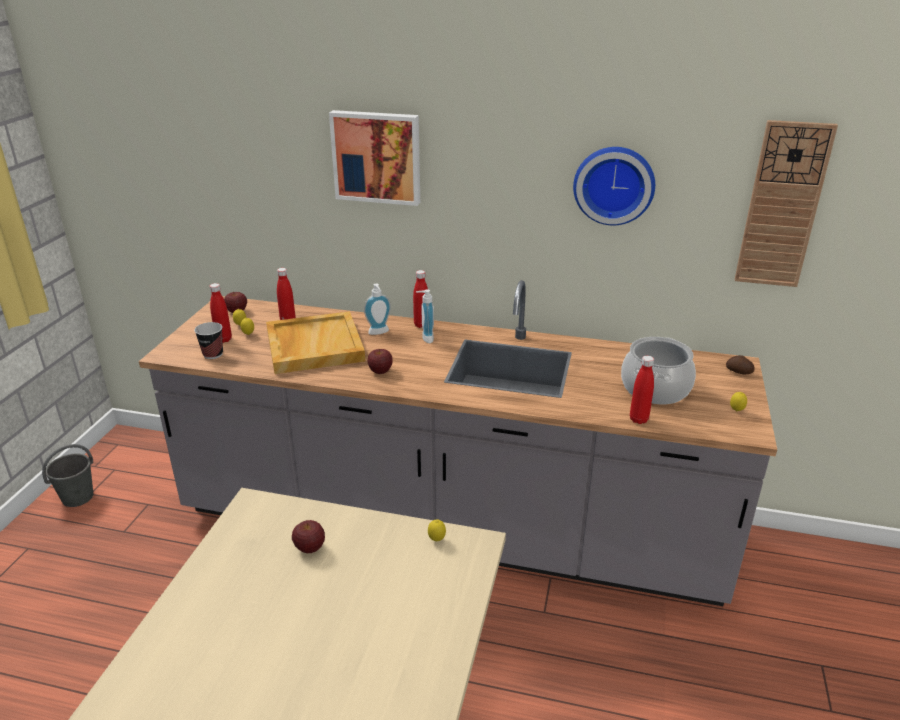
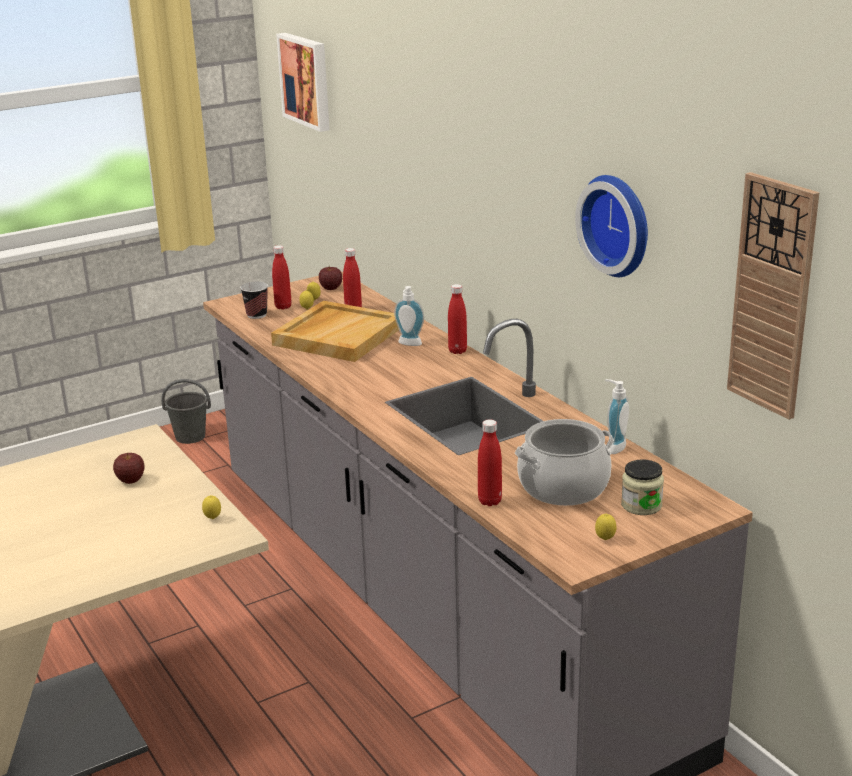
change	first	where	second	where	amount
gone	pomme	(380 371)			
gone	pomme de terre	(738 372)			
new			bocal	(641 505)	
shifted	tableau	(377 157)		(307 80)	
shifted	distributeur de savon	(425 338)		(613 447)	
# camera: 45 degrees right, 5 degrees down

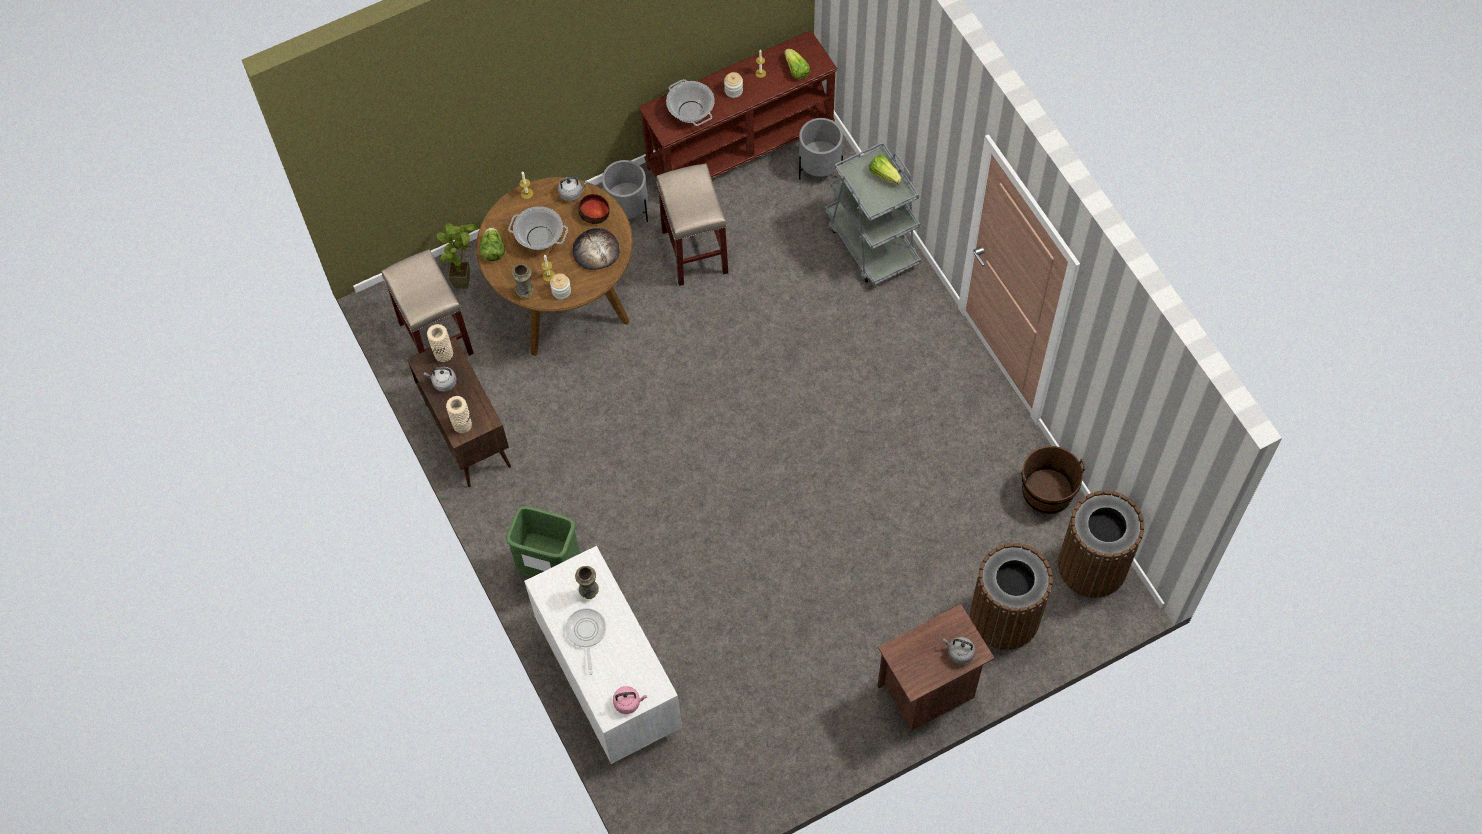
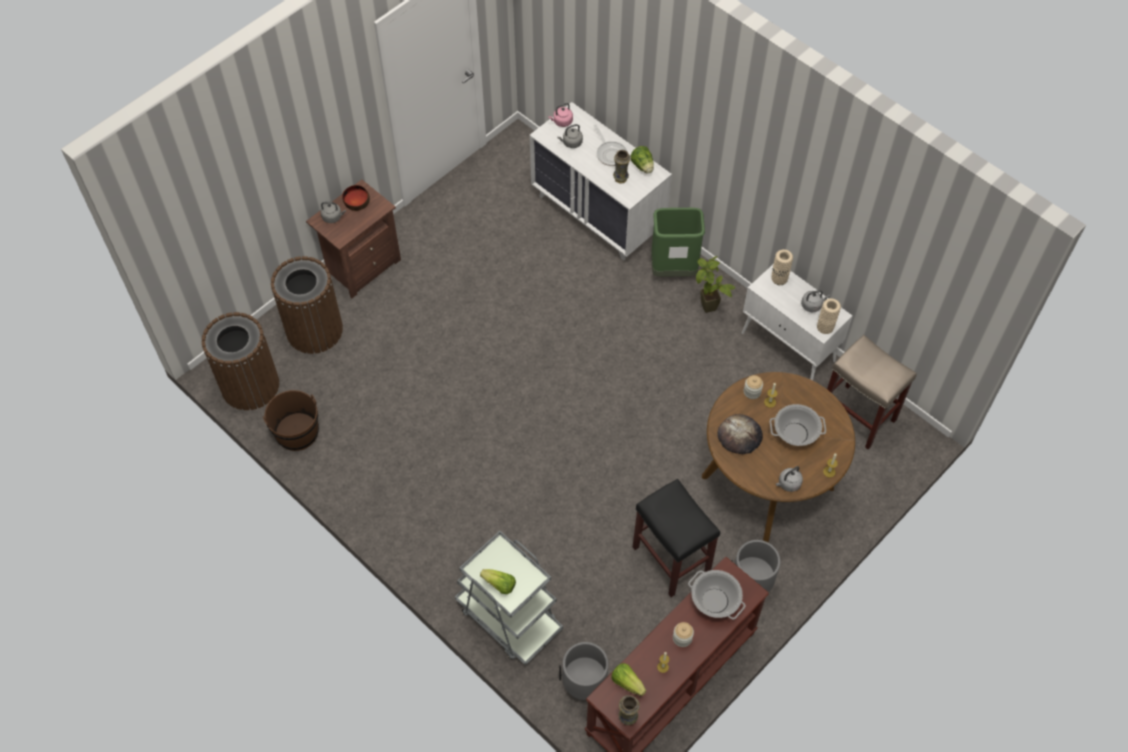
change	first	where	second	where	amount
new			bouilloire/gris	(571 143)	
shifted	plante en pot	(465 277)		(708 312)	
shifted	laitue	(493 250)		(643 166)	
shifted	vase	(525 292)		(627 718)	
shifted	bol	(595 213)		(356 201)	
repainted	meuble de rangement/marron	(467 434)	meuble de rangement/blanc	(788 348)	
repainted	tabouret/beige	(695 252)	tabouret/noir	(670 559)	
# camera: 160 degrees right, 5 degrees down

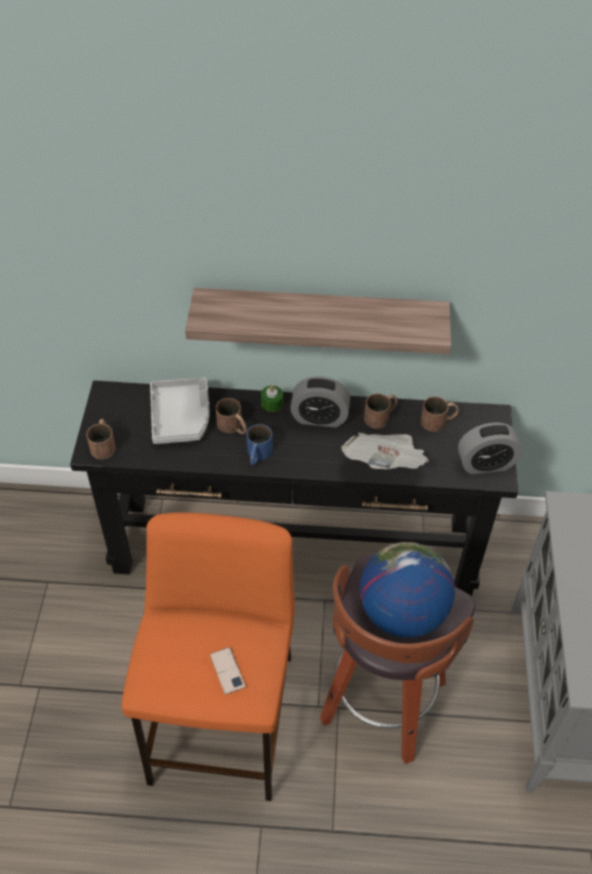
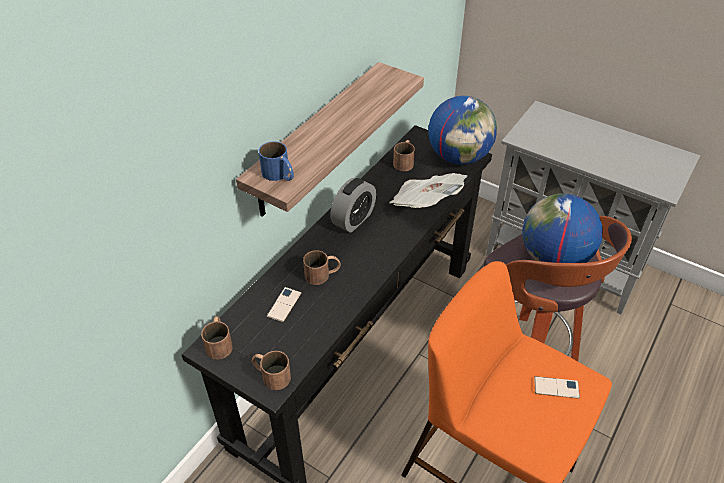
change	first	where	second	where	amount
gone	bougie/vert	(272 403)			
shifted	mug/bleu	(257 455)		(280 175)	
shifted	mug/marron	(381 416)		(219 342)	
swapped	plateau/gris	(181 417)	téléphone	(284 304)	
swapped	réveil	(486 464)	globe	(459 157)	
# camera: 60 degrees left, 5 degrees down

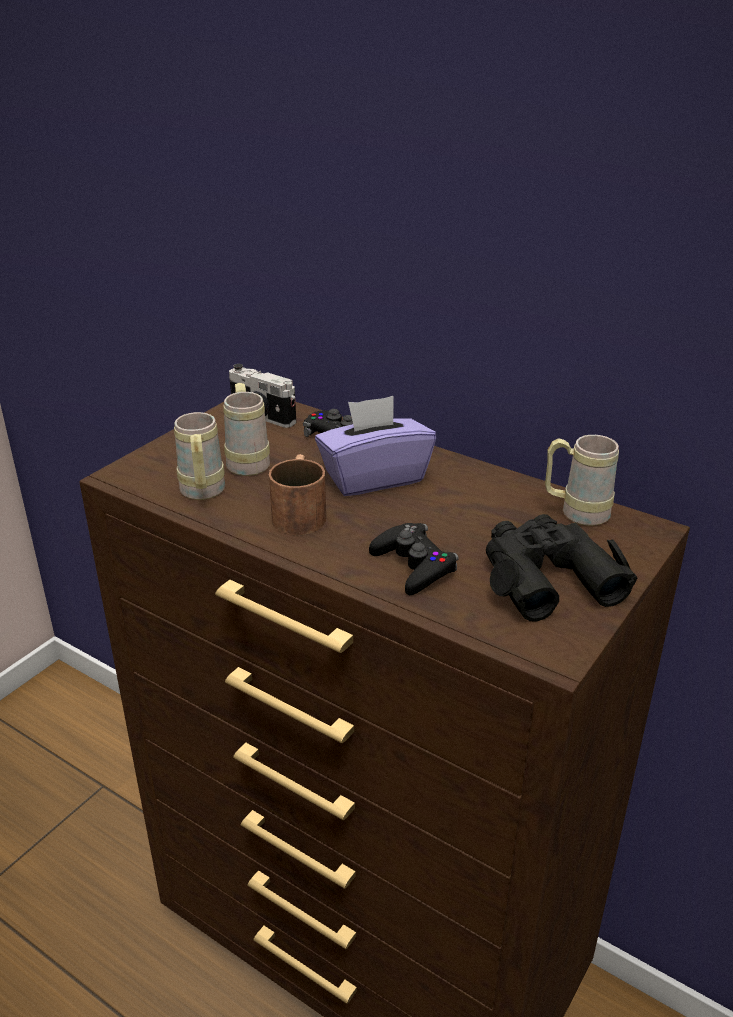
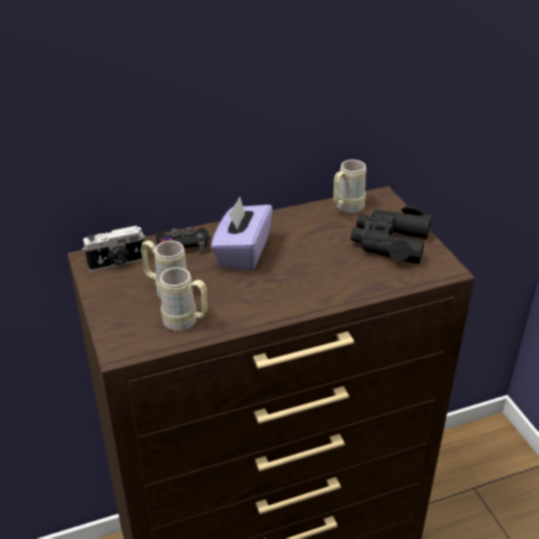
change	first	where	second	where	amount
gone	mug/marron	(300 511)			
gone	manette/noir	(414 565)			
# camera: 55 degrees left, 5 degrees up

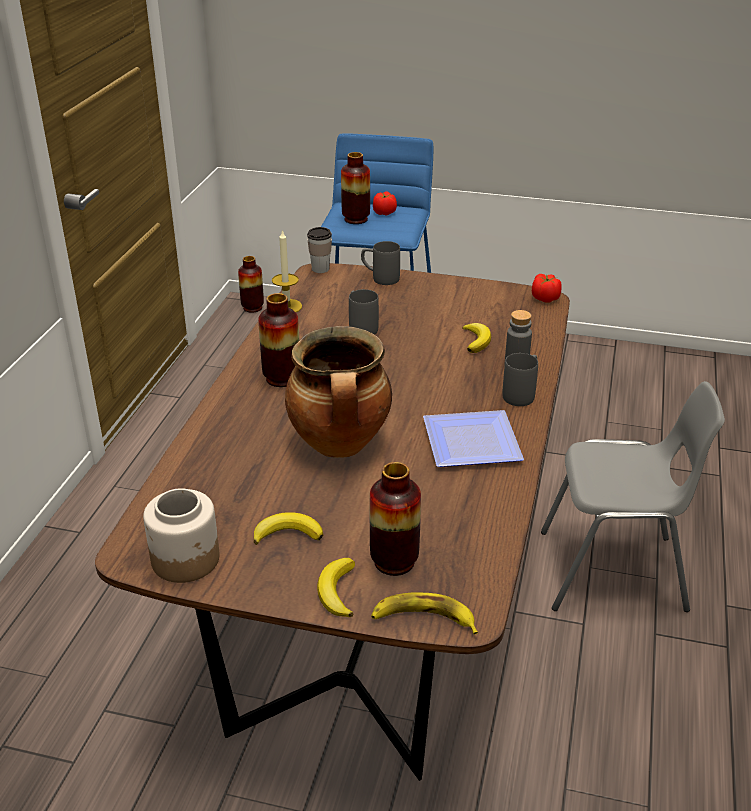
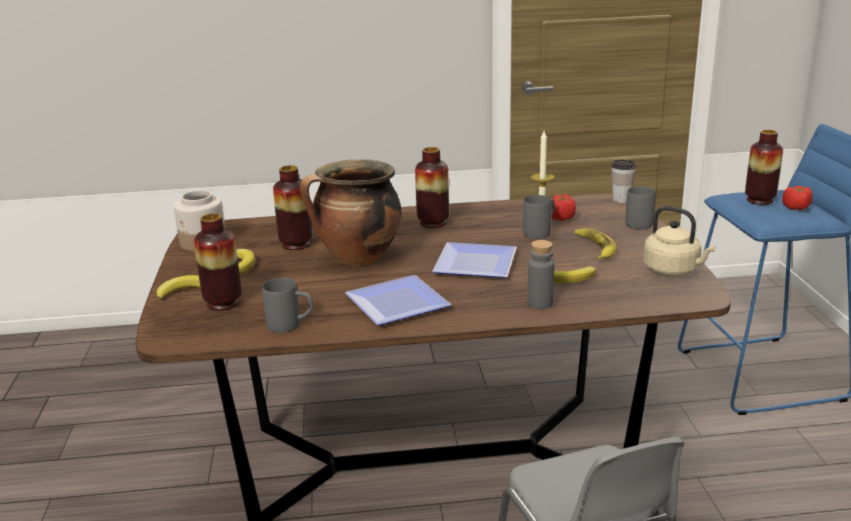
change	first	where	second	where	amount
new			assiette	(472 265)	
new			bouilloire/beige	(673 270)	
shifted	vase	(252 308)		(296 244)	
shifted	banane	(423 619)		(595 247)	
shifted	mug/gris	(522 394)		(291 325)	
shifted	tomate	(545 298)		(561 218)	
# camera: 70 degrees right, 10 degrees down

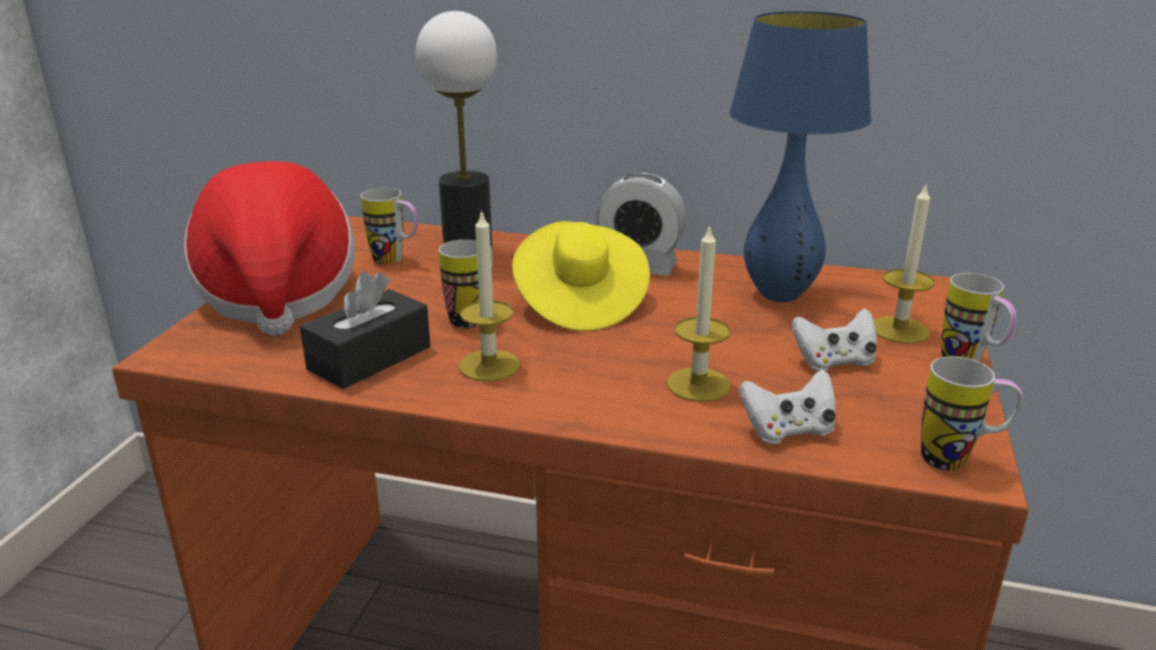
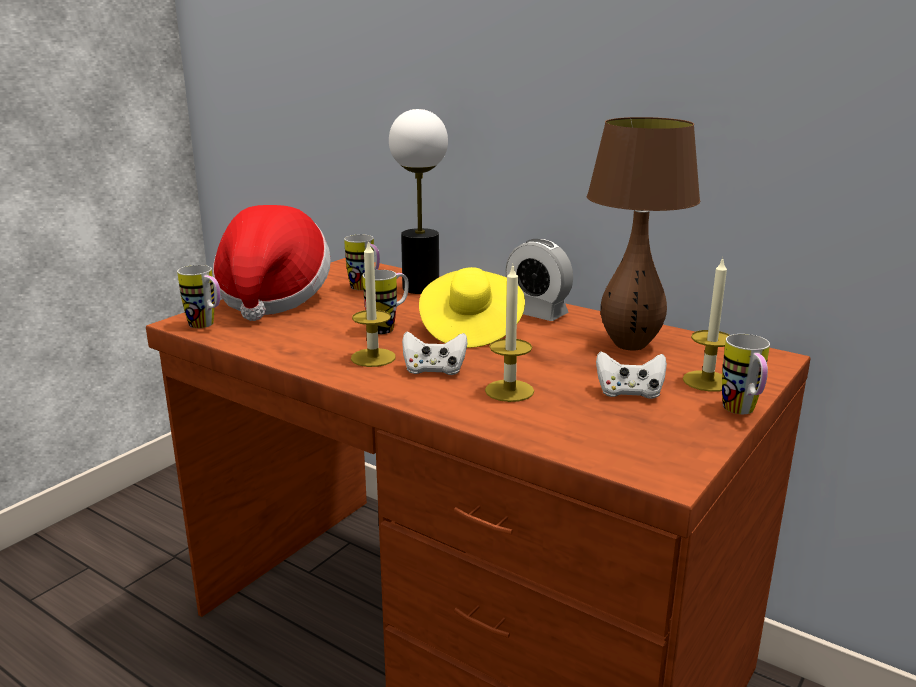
change	first	where	second	where	amount
gone	boîte à mouchoirs/noir	(370 358)			
shifted	manette/blanc	(788 431)		(434 370)	
shifted	mug	(959 461)		(206 326)	
repainted	lampe de table/bleu	(779 295)	lampe de table/marron	(630 345)	
# camera: 20 degrees right, 5 degrees down

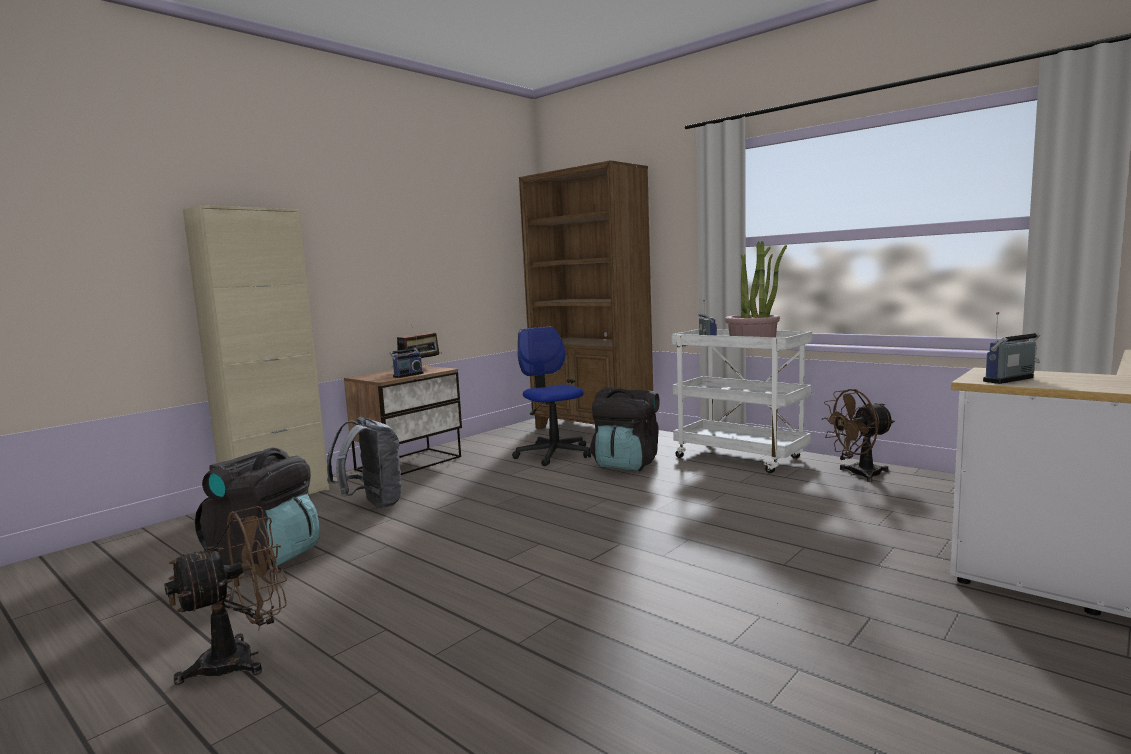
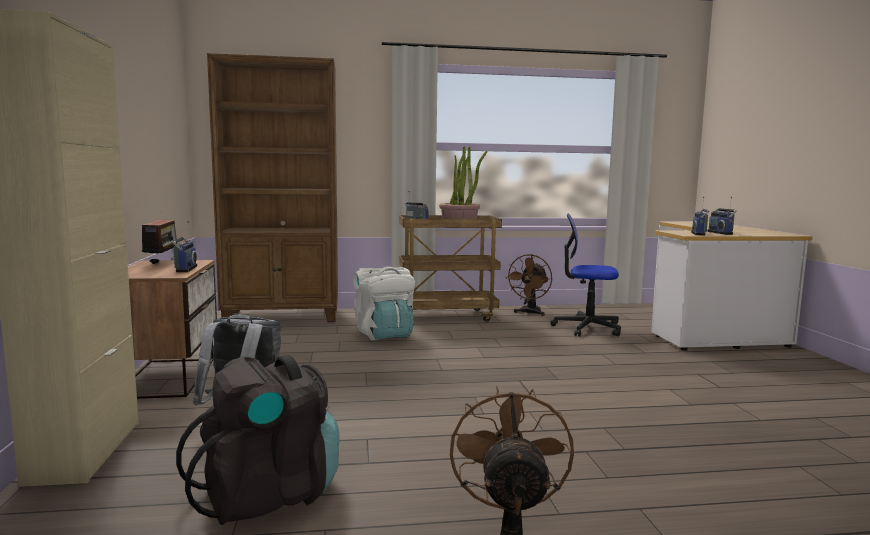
change	first	where	second	where	amount
new			radio	(721 233)	
shifted	chaise de bureau	(554 454)		(587 328)	
repainted	sac à dos/noir	(626 464)	sac à dos/blanc	(384 335)	
repainted	chariot/blanc	(741 458)	chariot/marron	(447 316)	
# camera: 50 degrees left, 0 degrees up

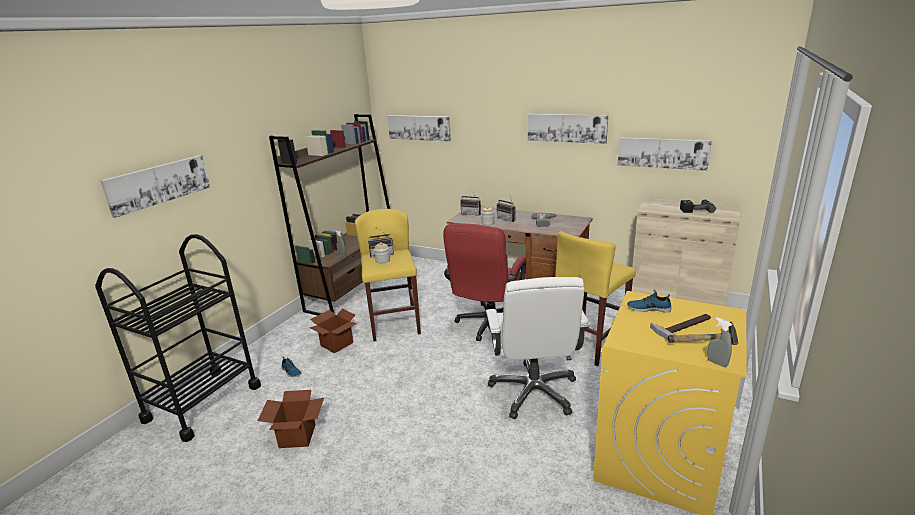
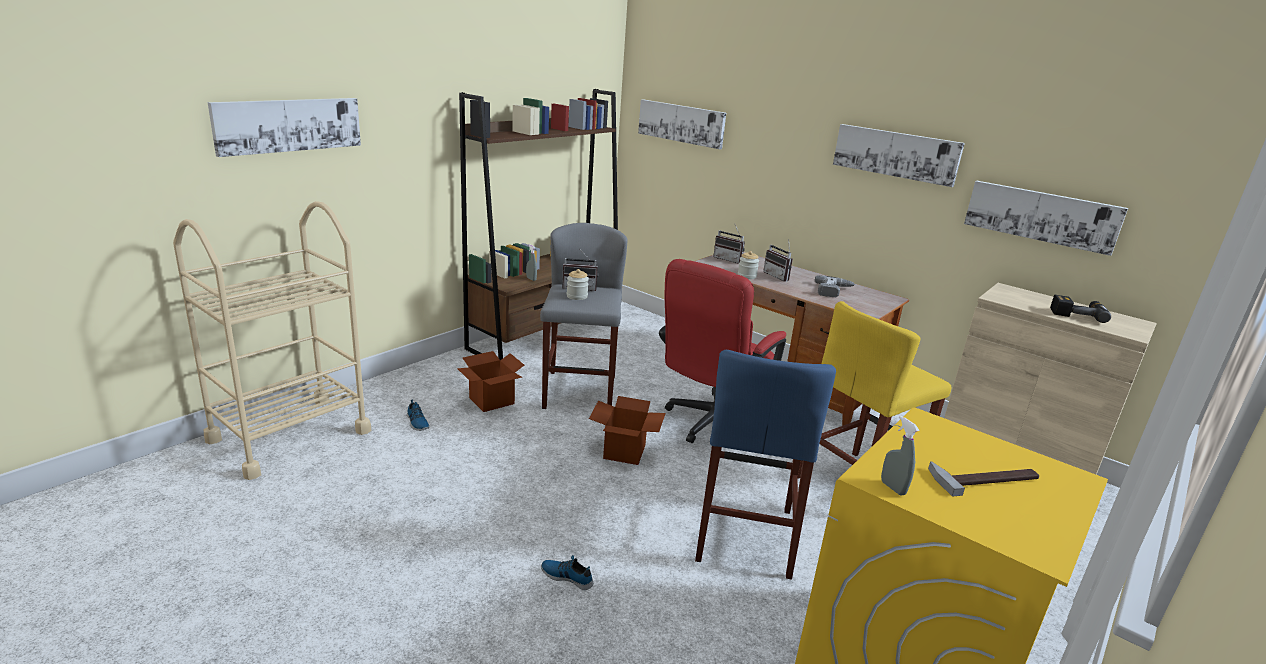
change	first	where	second	where	amount
gone	marteau	(703 344)			
shifted	carton	(297 436)		(624 451)	
shifted	chaussure	(648 308)		(567 576)	
shifted	vaporisateur/gris	(717 363)		(893 488)	
swapped	chaise de bureau/blanc	(534 392)	tabouret/bleu	(745 534)	
repainted	chariot/noir	(203 403)	chariot/beige	(290 435)	
repainted	tabouret/jaune	(394 324)	tabouret/gris	(579 392)	
# camera: 10 degrees right, 0 degrees up

